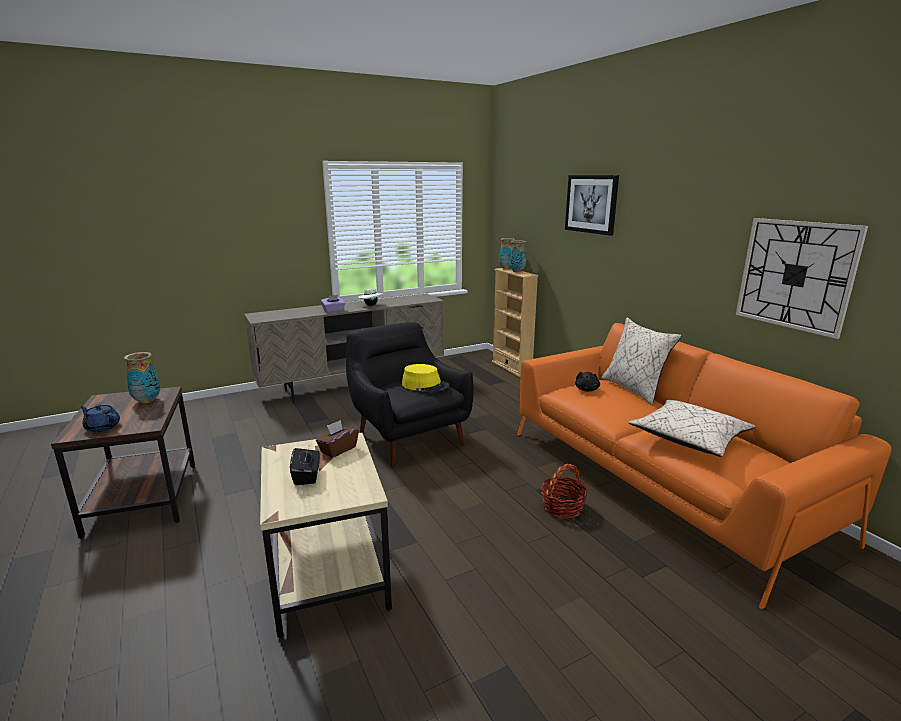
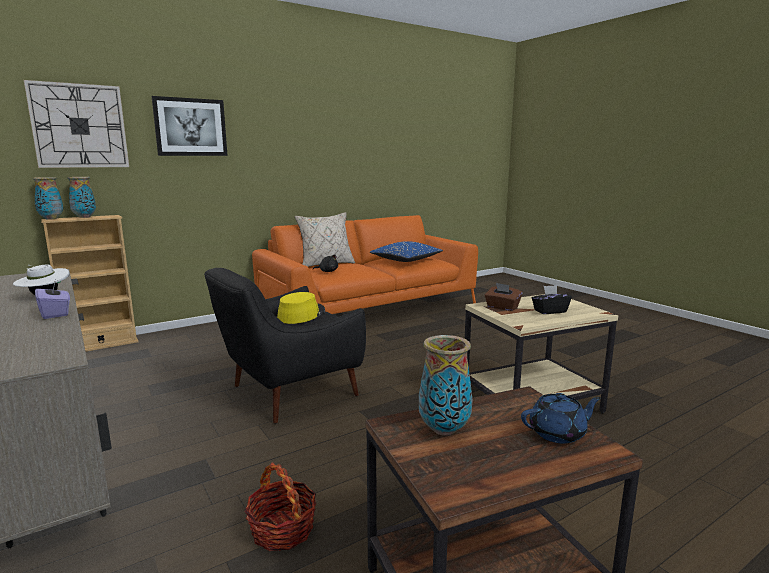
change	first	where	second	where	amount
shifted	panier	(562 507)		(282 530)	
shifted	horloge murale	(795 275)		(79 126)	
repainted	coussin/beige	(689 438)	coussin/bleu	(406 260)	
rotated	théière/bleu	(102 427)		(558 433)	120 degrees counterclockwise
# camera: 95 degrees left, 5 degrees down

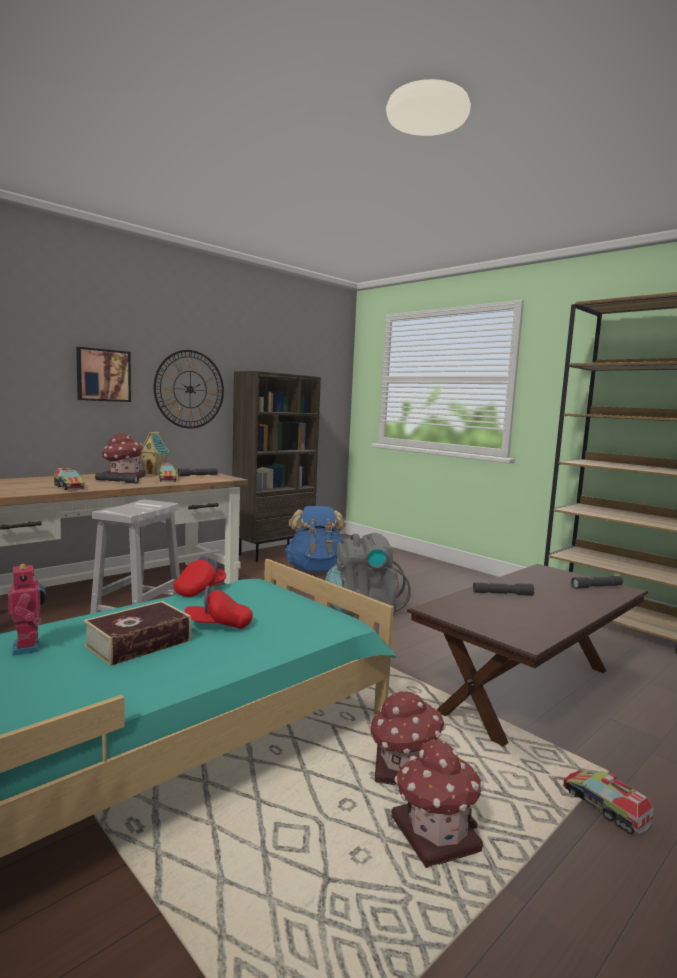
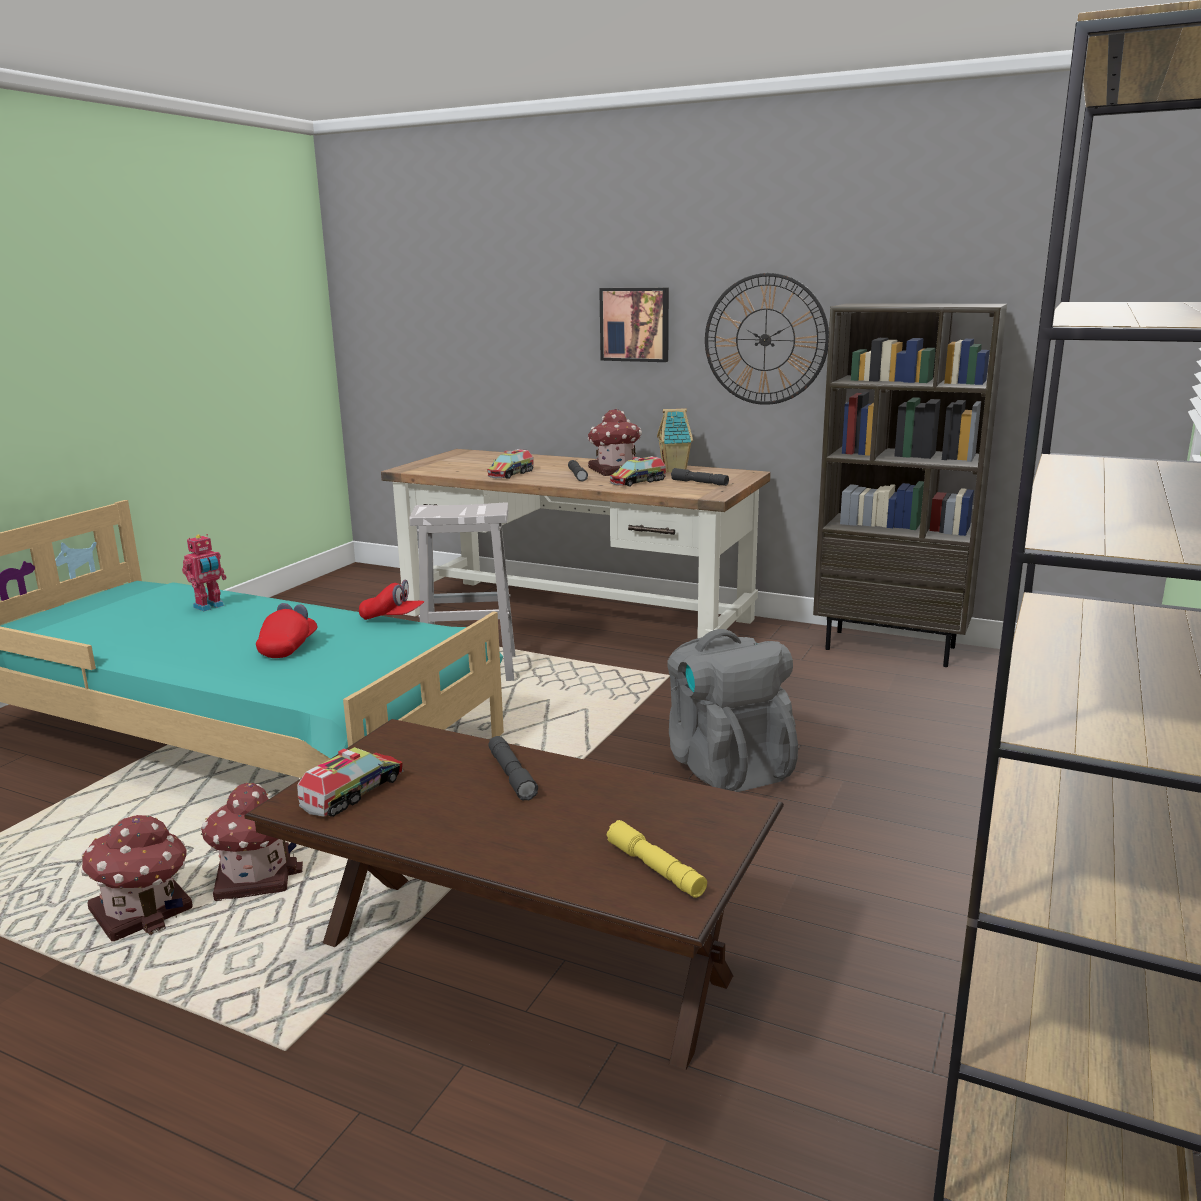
change	first	where	second	where	amount
gone	livre	(138 643)			
gone	sac à dos/bleu	(316 570)			
shifted	camion jouet	(605 807)		(353 792)	
repainted	lampe de poche/gris	(596 587)	lampe de poche/jaune	(655 869)	
rotated	casquette/rouge	(218 625)		(288 647)	45 degrees clockwise
# camera: 70 degrees right, 10 degrees up

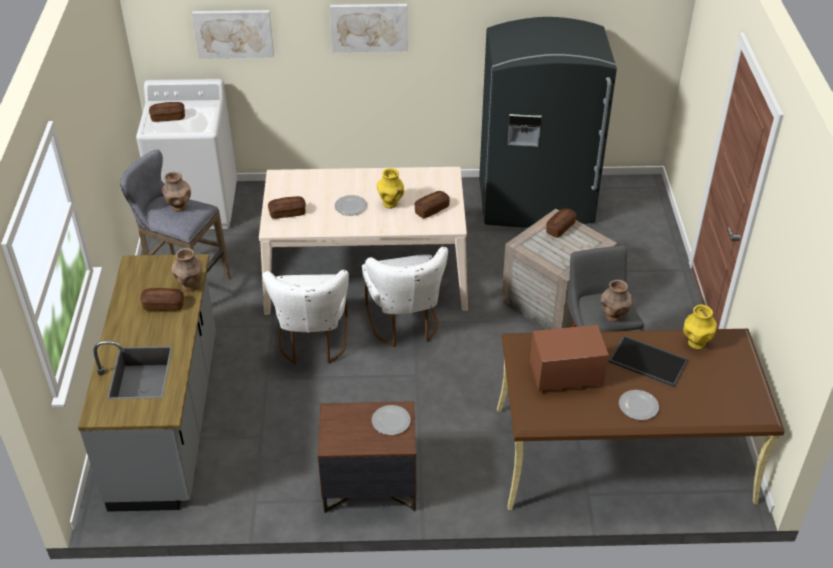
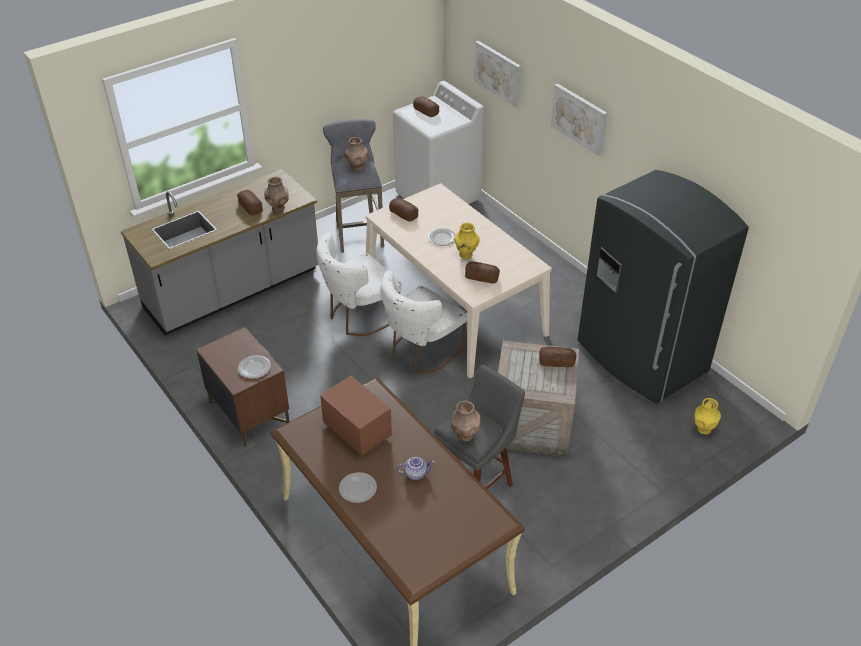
change	first	where	second	where	amount
shifted	vase/jaune	(695 343)		(703 429)	
swapped	plateau	(647 361)	théière	(415 473)	
# camera: 55 degrees right, 0 degrees up

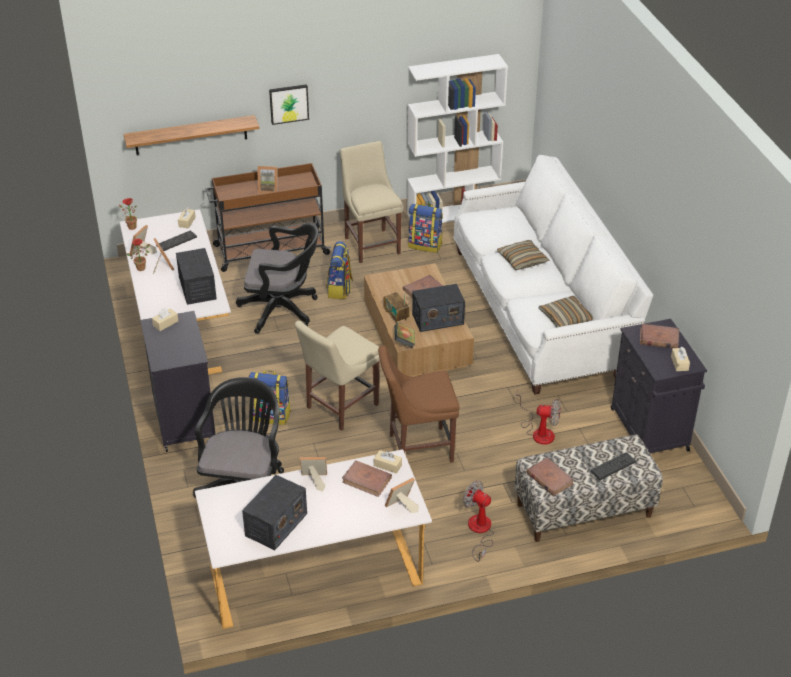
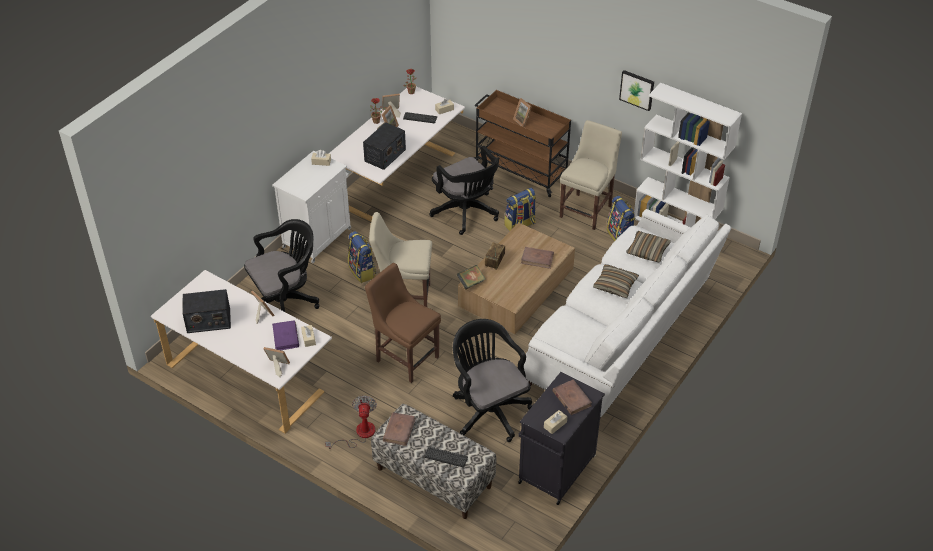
change	first	where	second	where	amount
gone	étagère	(191 135)			
gone	radio	(437 319)			
shifted	tableau	(288 103)		(637 89)	
shifted	coussin	(566 318)		(647 251)	
swapped	ventilateur	(539 431)	chaise de bureau/noir	(488 409)	
repainted	meuble de rangement/noir	(184 420)	meuble de rangement/blanc	(318 237)	
repainted	livre/marron	(367 480)	livre/violet	(285 337)	
# camera: 50 degrees right, 5 degrees up

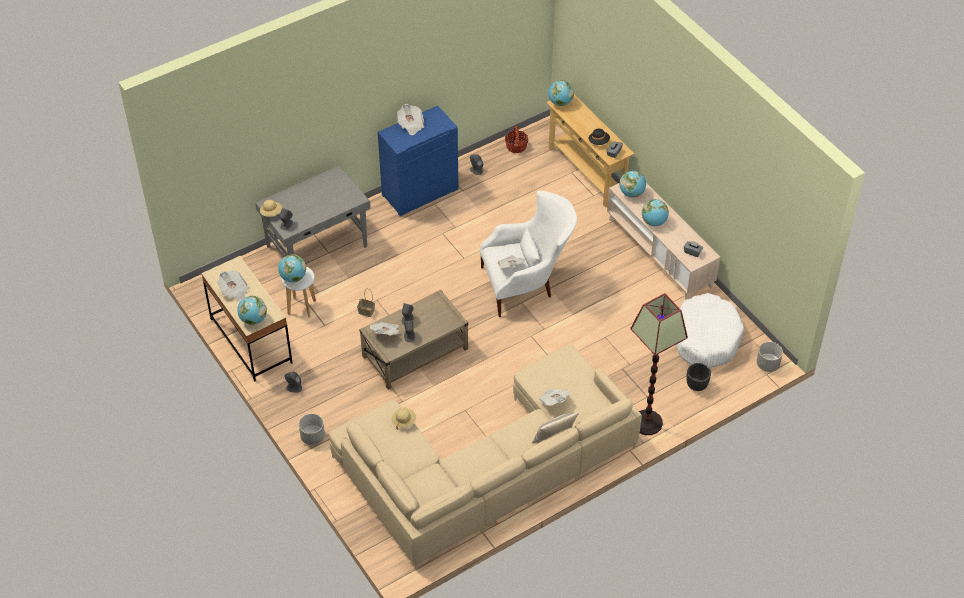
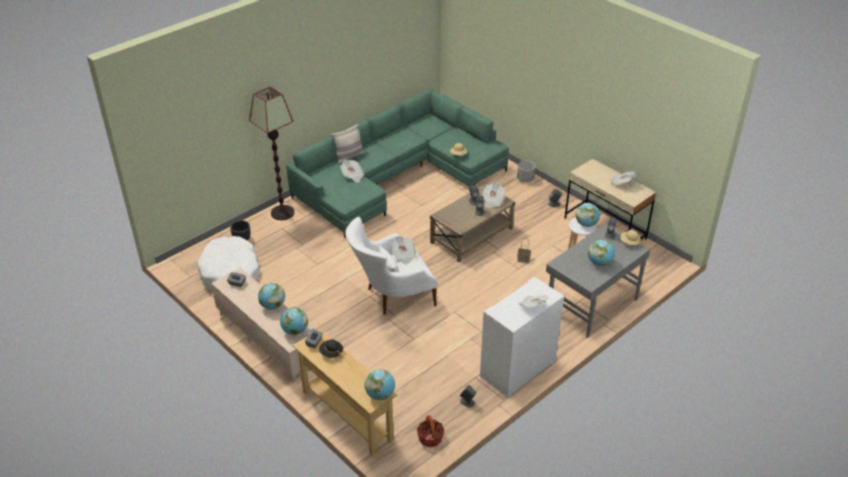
change	first	where	second	where	amount
gone	cache-pot/gris	(768 365)			
shifted	globe	(253 319)		(599 263)	
repainted	canapé/beige	(486 468)	canapé/vert	(397 176)	
repainted	meuble de rangement/bleu	(420 192)	meuble de rangement/blanc	(518 370)	
# camera: 170 degrees right, 10 degrees down

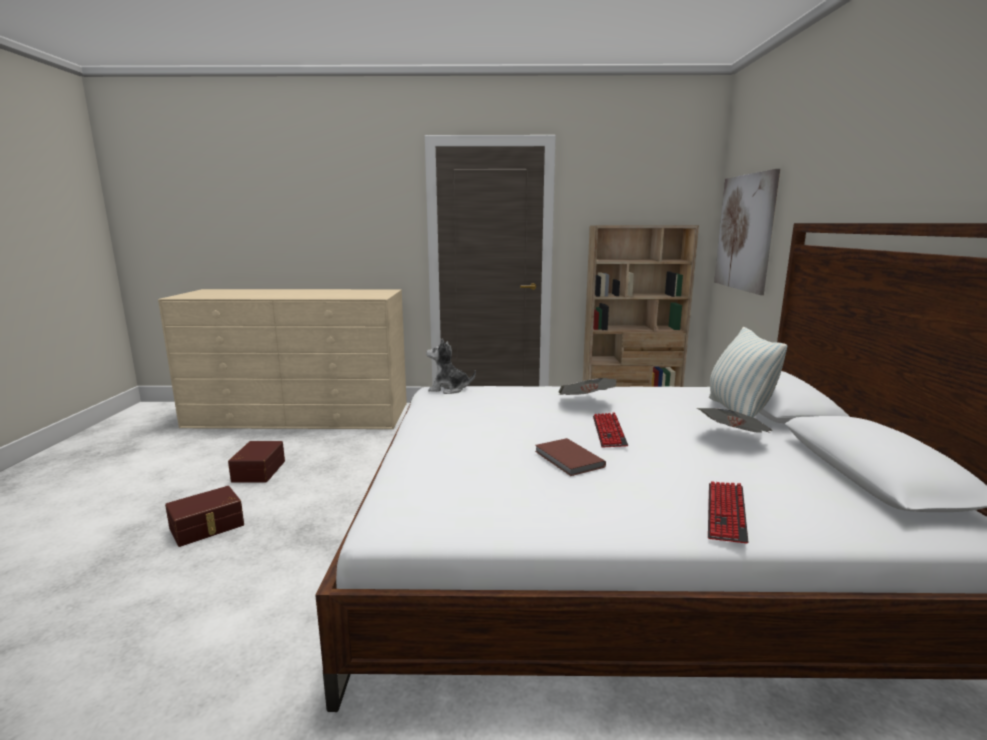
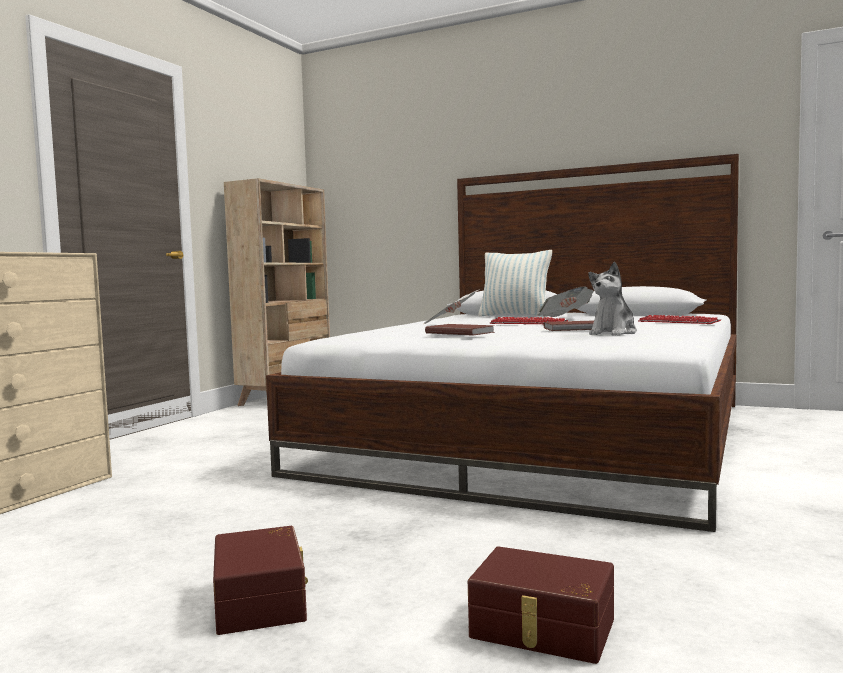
change	first	where	second	where	amount
gone	tableau	(745 232)			
new			livre/marron	(460 332)	
shifted	boîte de rangement/marron	(257 471)		(542 629)	
shifted	peluche	(449 389)		(613 333)	
# camera: 65 degrees left, 10 degrees down

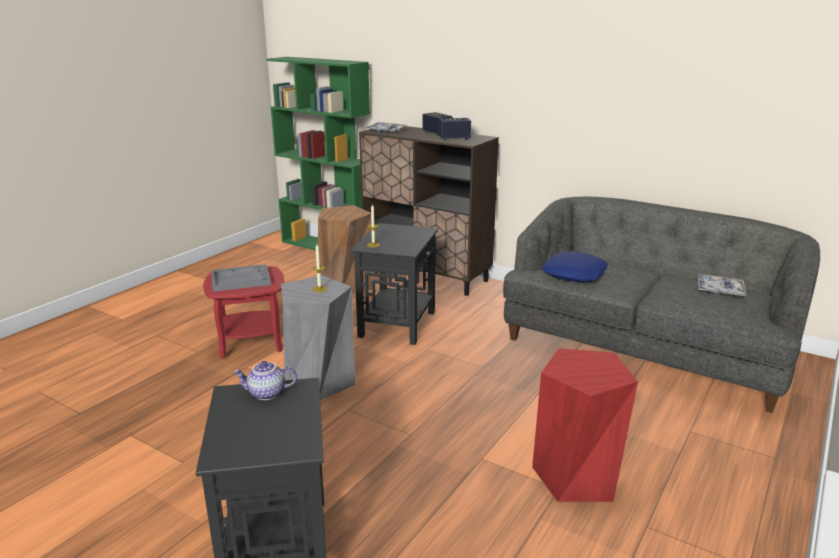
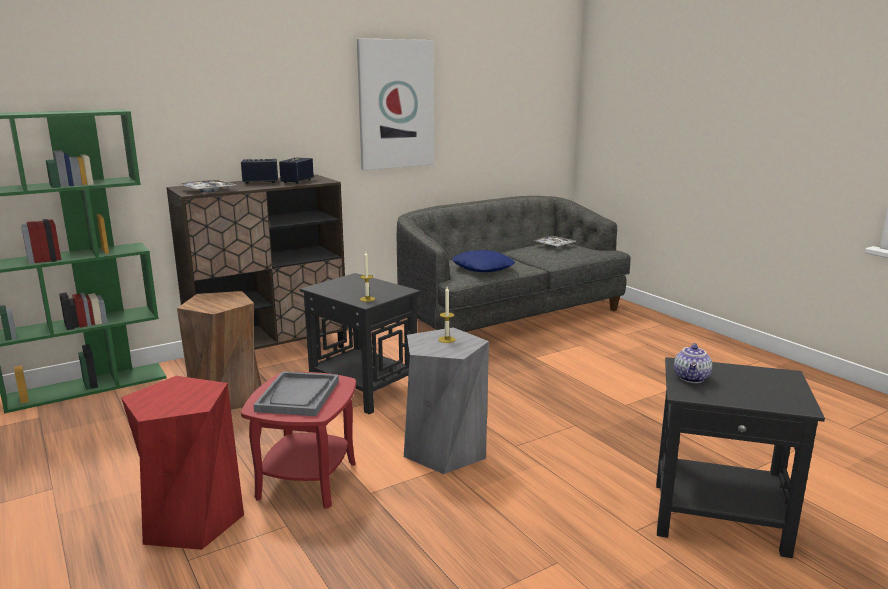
change	first	where	second	where	amount
new			tableau	(395 104)	
shifted	tabouret/rouge	(577 476)		(192 521)	
# camera: 65 degrees left, 5 degrees down

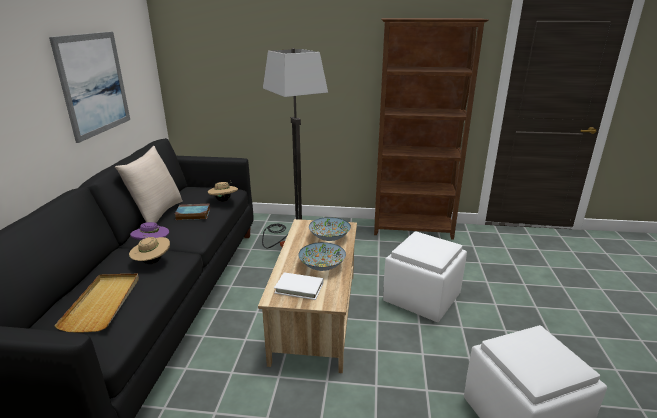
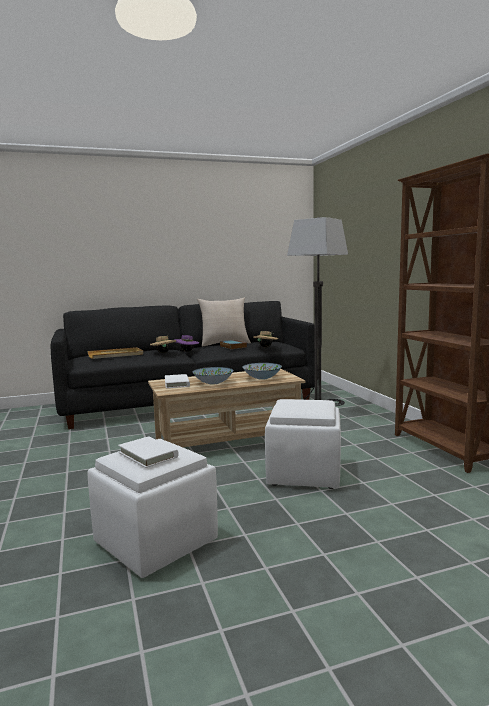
change	first	where	second	where	amount
gone	tableau	(94 84)			
new			livre/blanc	(148 455)	
# camera: 65 degrees right, 15 degrees down

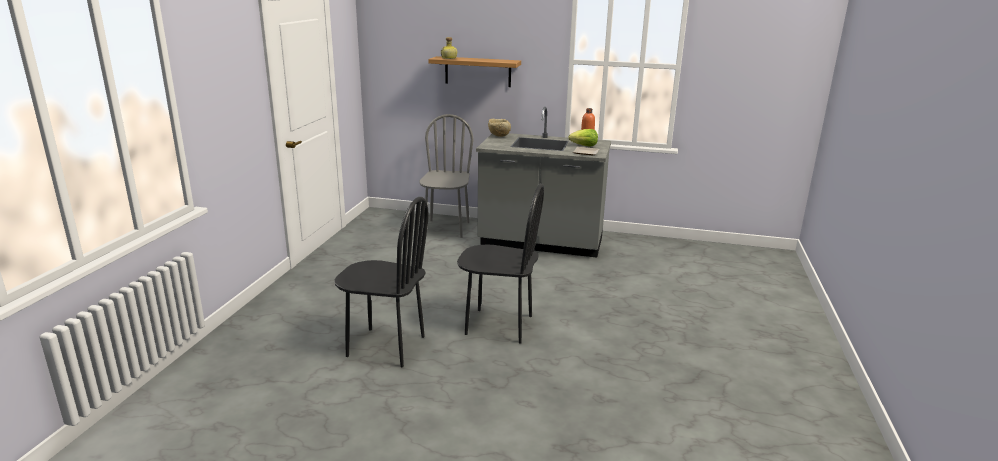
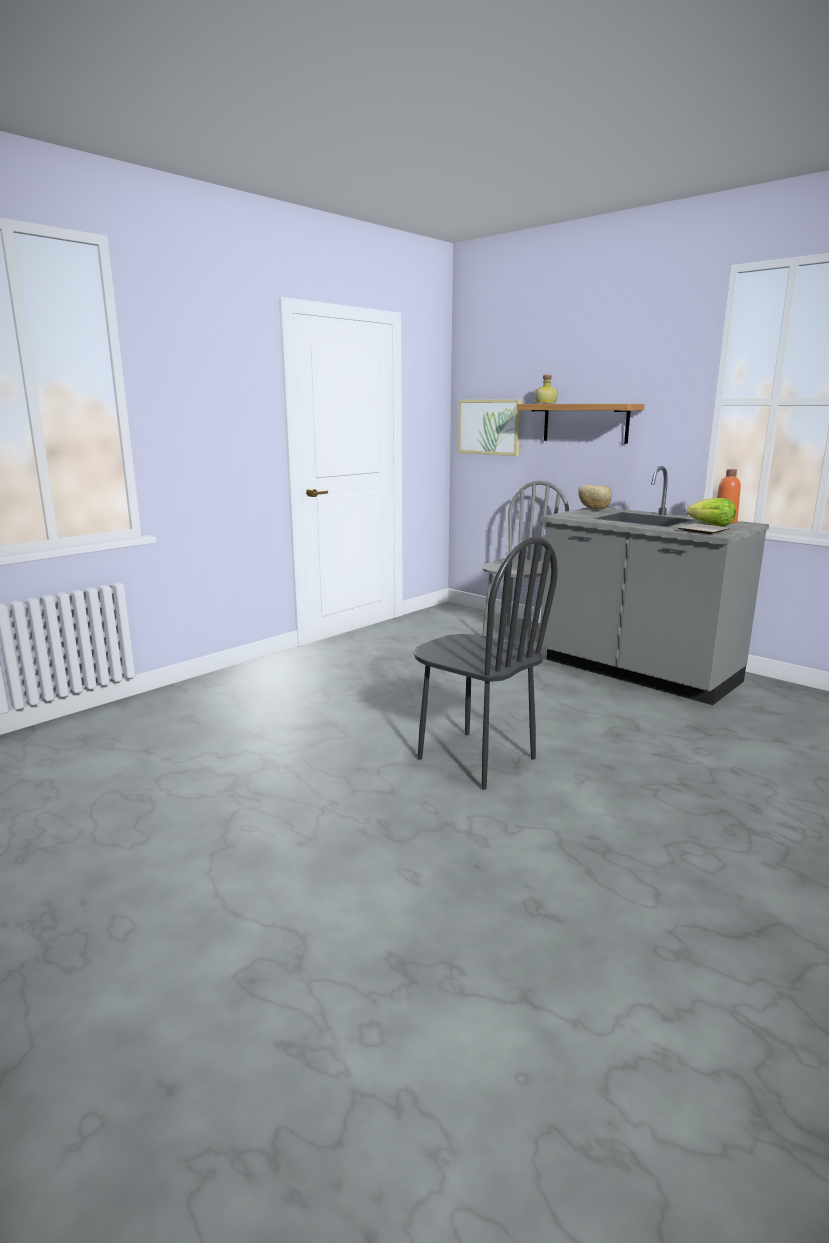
change	first	where	second	where	amount
gone	chaise/noir	(386 346)			
new			tableau	(489 427)	
# camera: 30 degrees right, 5 degrees down

